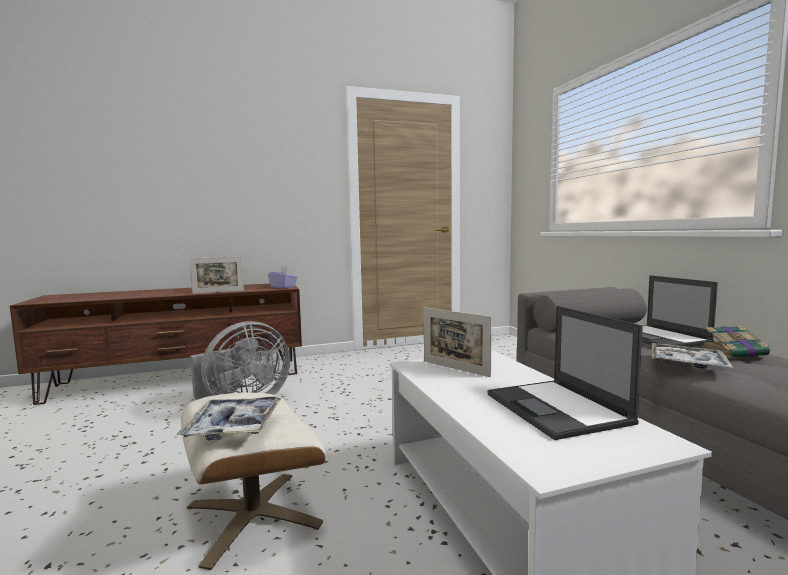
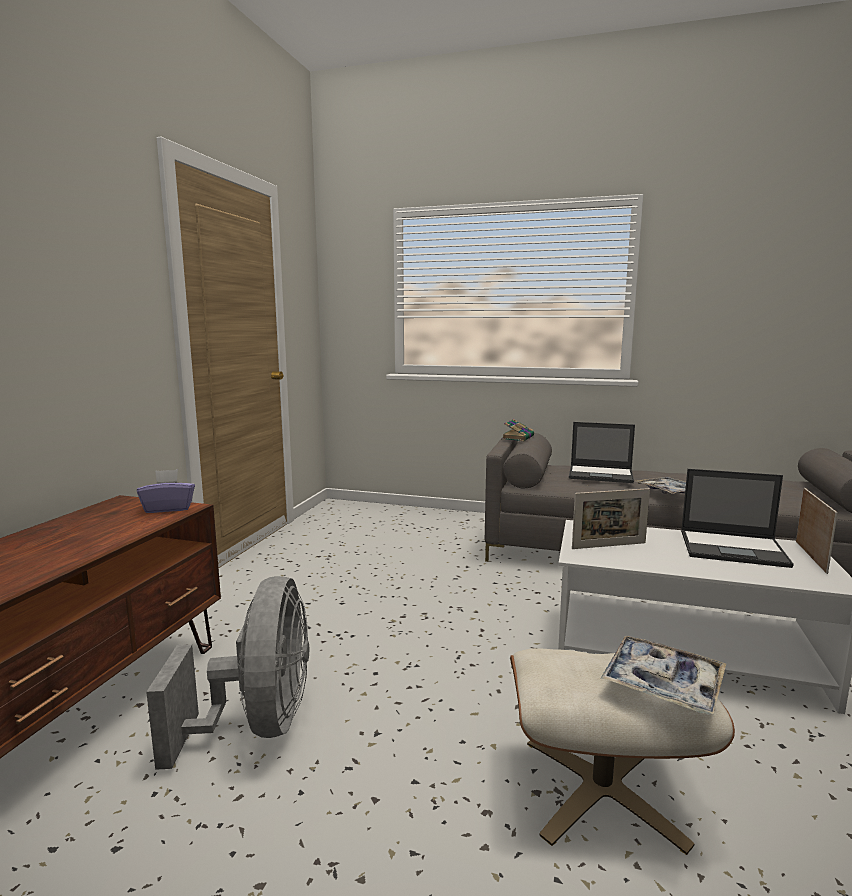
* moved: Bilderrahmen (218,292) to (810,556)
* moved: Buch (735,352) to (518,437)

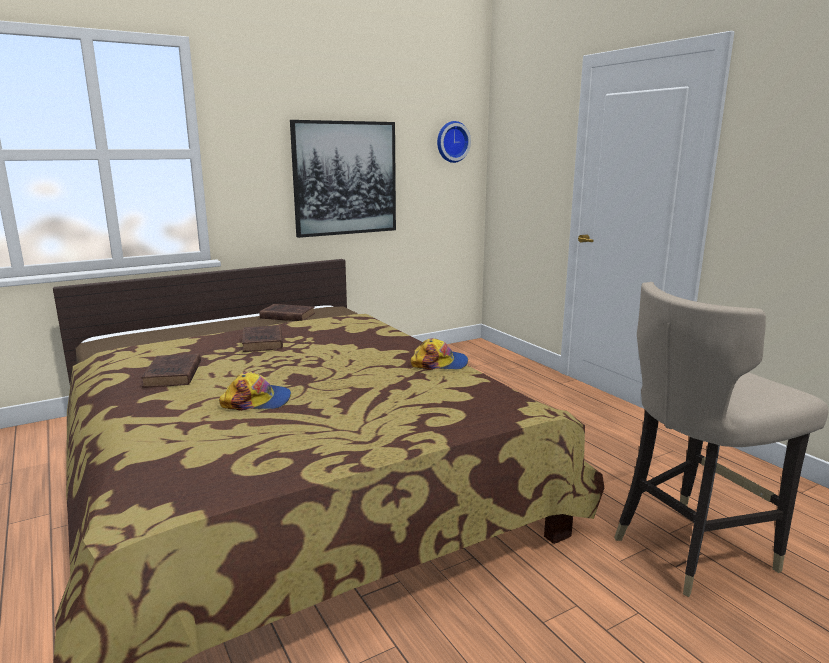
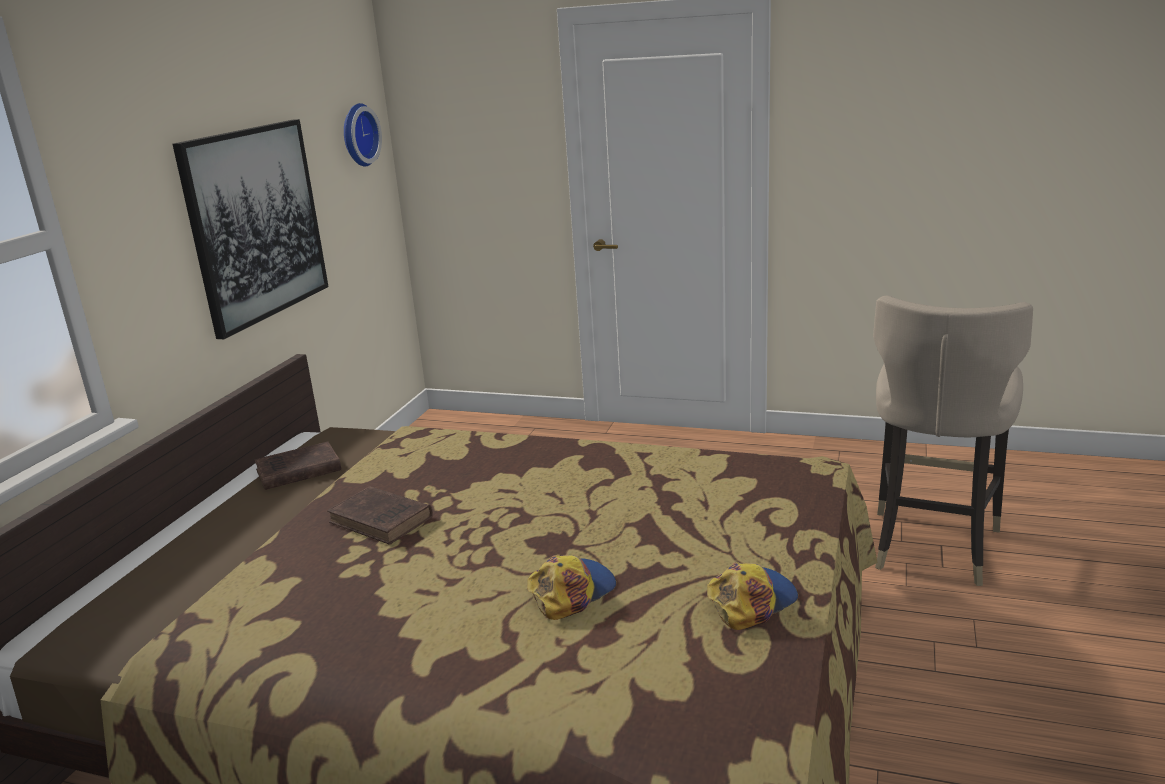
* removed: Buch/braun (172,375)
* moved: Kappe (440,363) to (751,601)

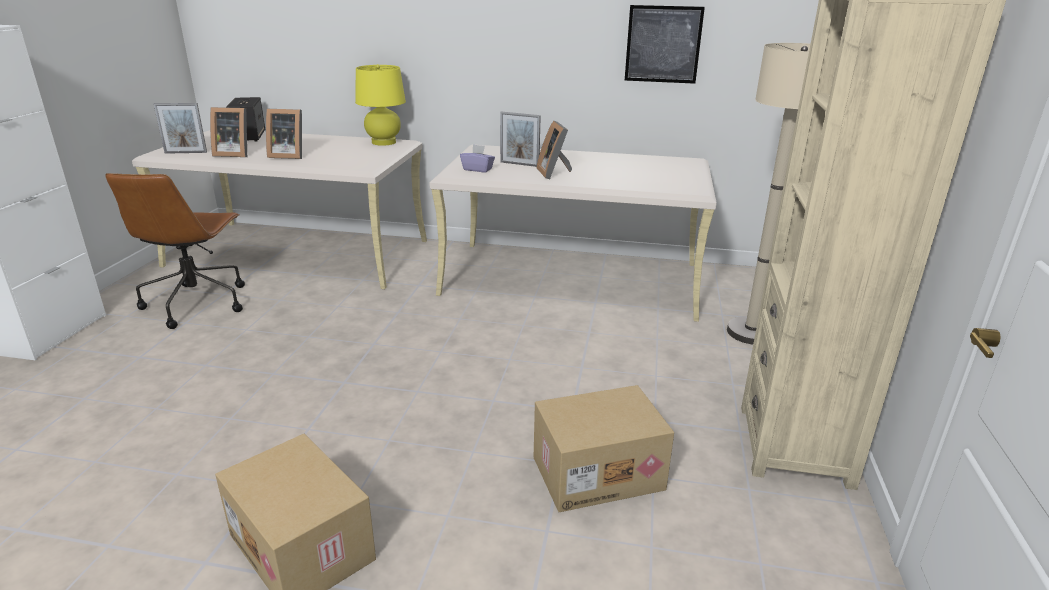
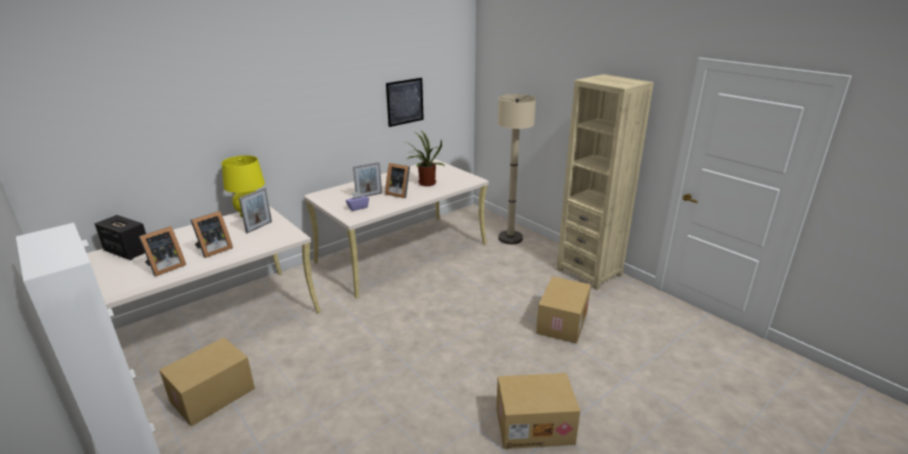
* replaced: Bürostuhl/braun (197,303) to Karton (213,396)
* moved: Bilderrahmen (186,152) to (259,227)
* added: Topfpflanze (425,184)

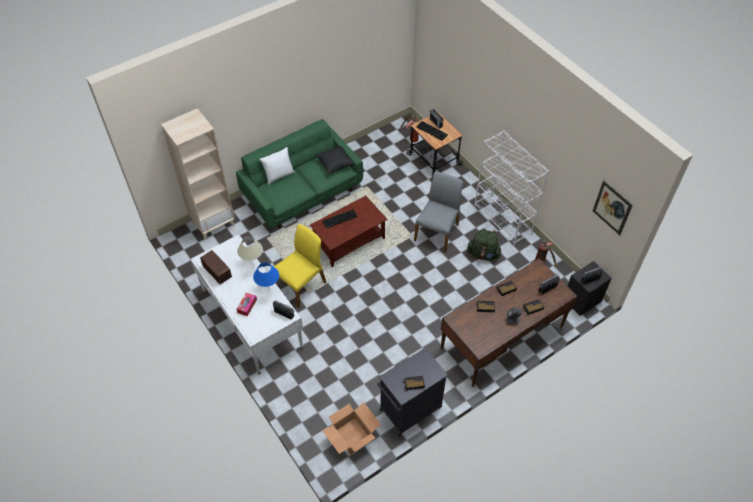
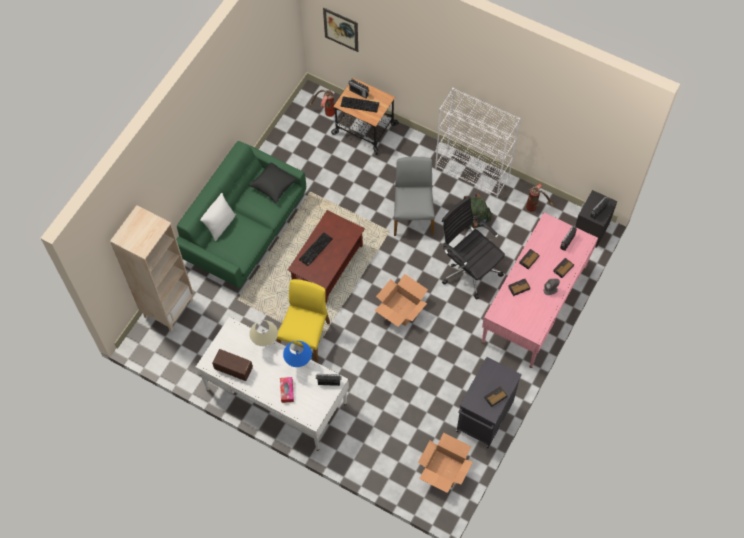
* recoloured: Schreibtisch/braun (502,338) to Schreibtisch/rosa (534,304)
* moved: Bild (612,208) to (341,29)
* added: Karton (401,309)
* added: Bürostuhl/schwarz (469,269)

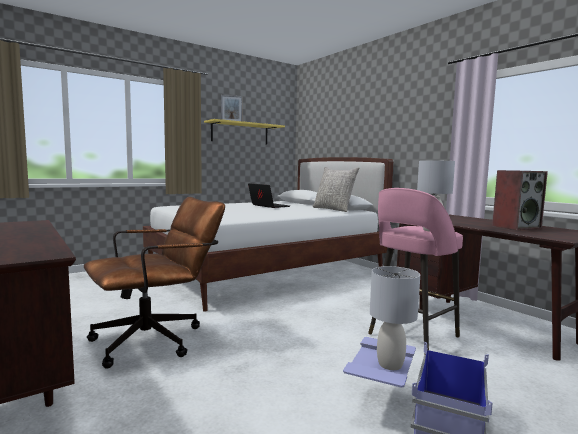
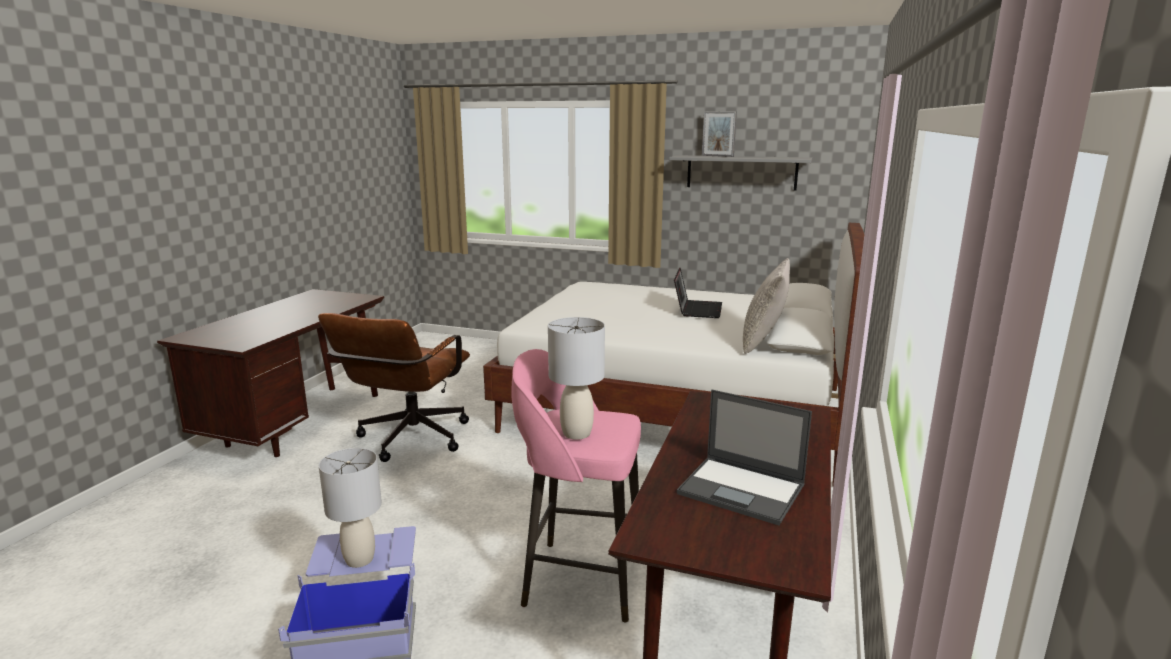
* turned: Bürostuhl/braun (157,339) = (408,441) 90 degrees clockwise
* recoloured: Wandregal/gelb (240,133) to Wandregal/grau (741,172)
* replaced: Lautsprecher (516,227) to Laptop (742,490)

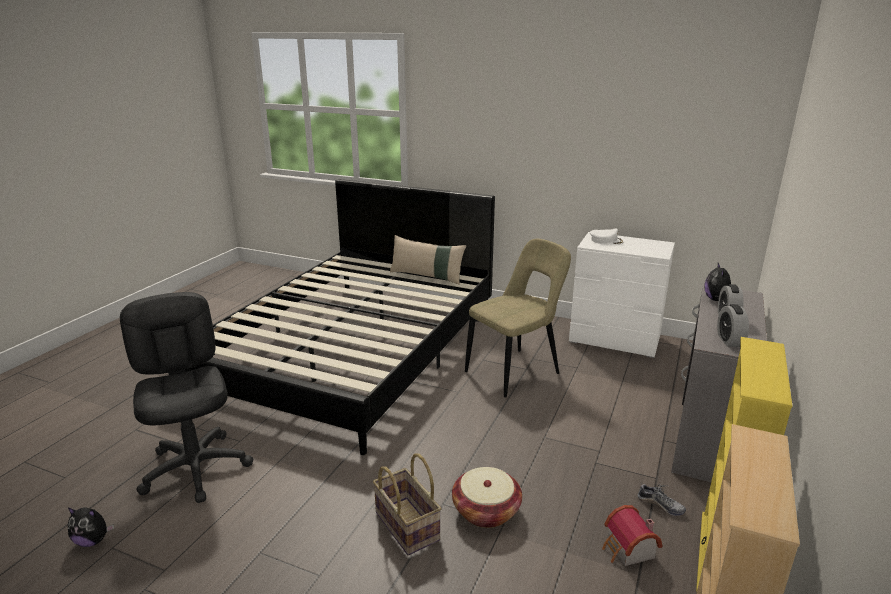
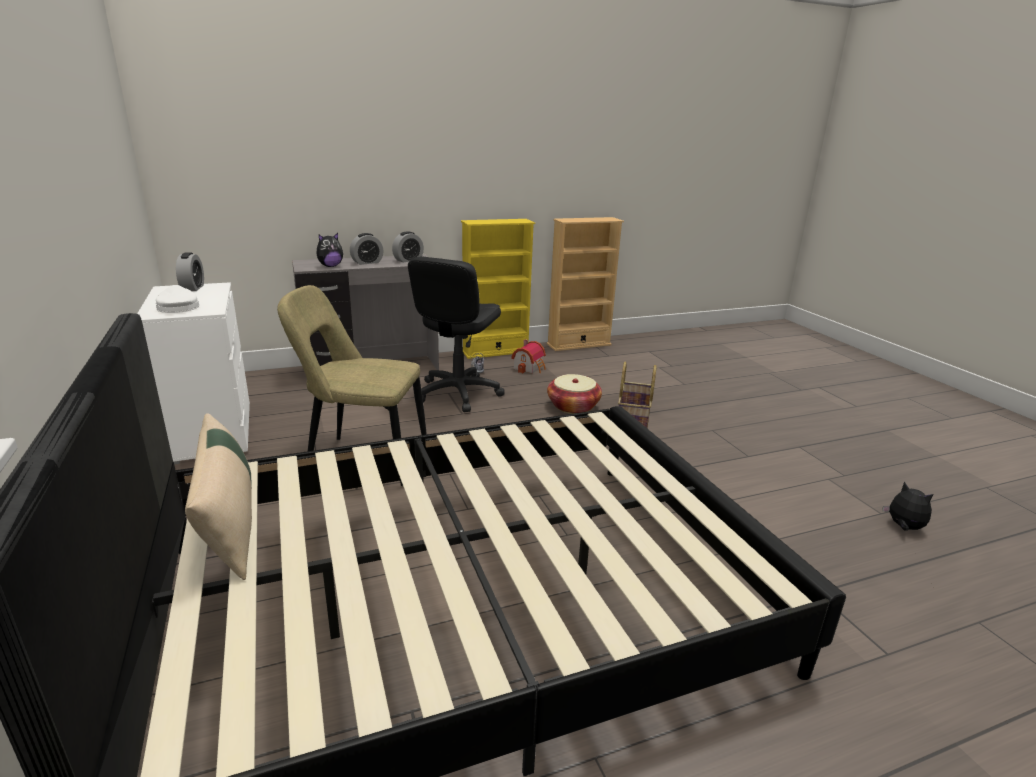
* moved: Bürostuhl/schwarz (196,468) to (457,393)
* added: Wecker (193,288)

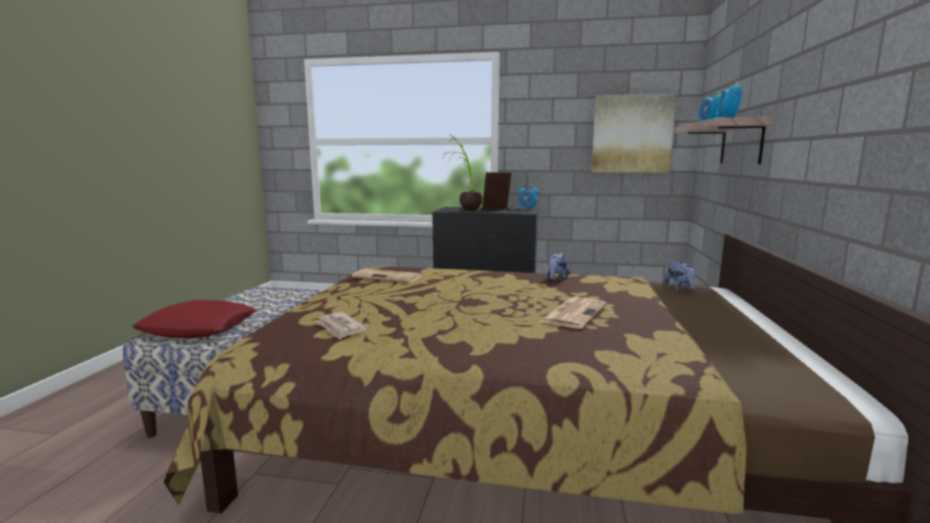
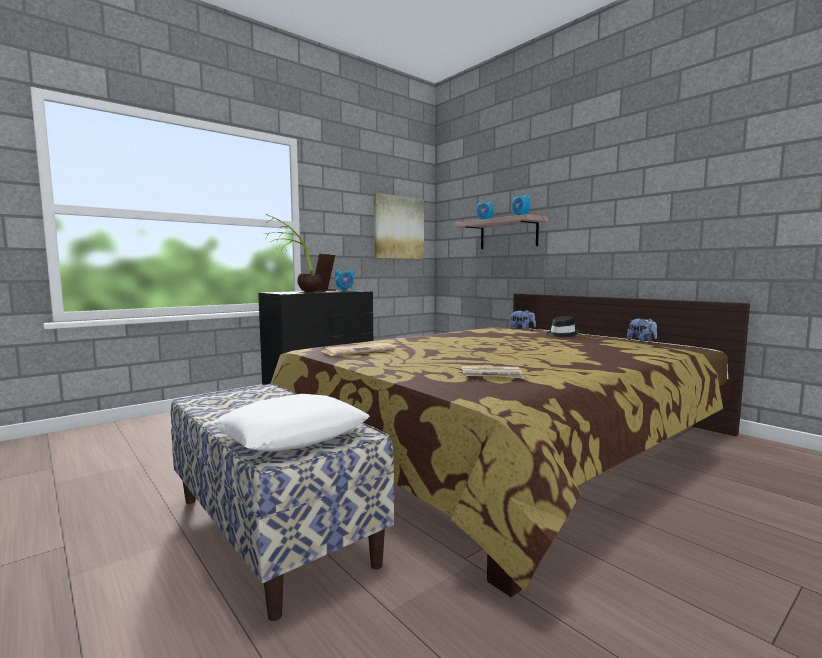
* recoloured: Kissen/rot (198,328) to Kissen/weiß (293,434)
* removed: Zeitung (574,313)
* moved: Plüschtier (556,279) to (641,341)
* added: Hut/schwarz (561,334)

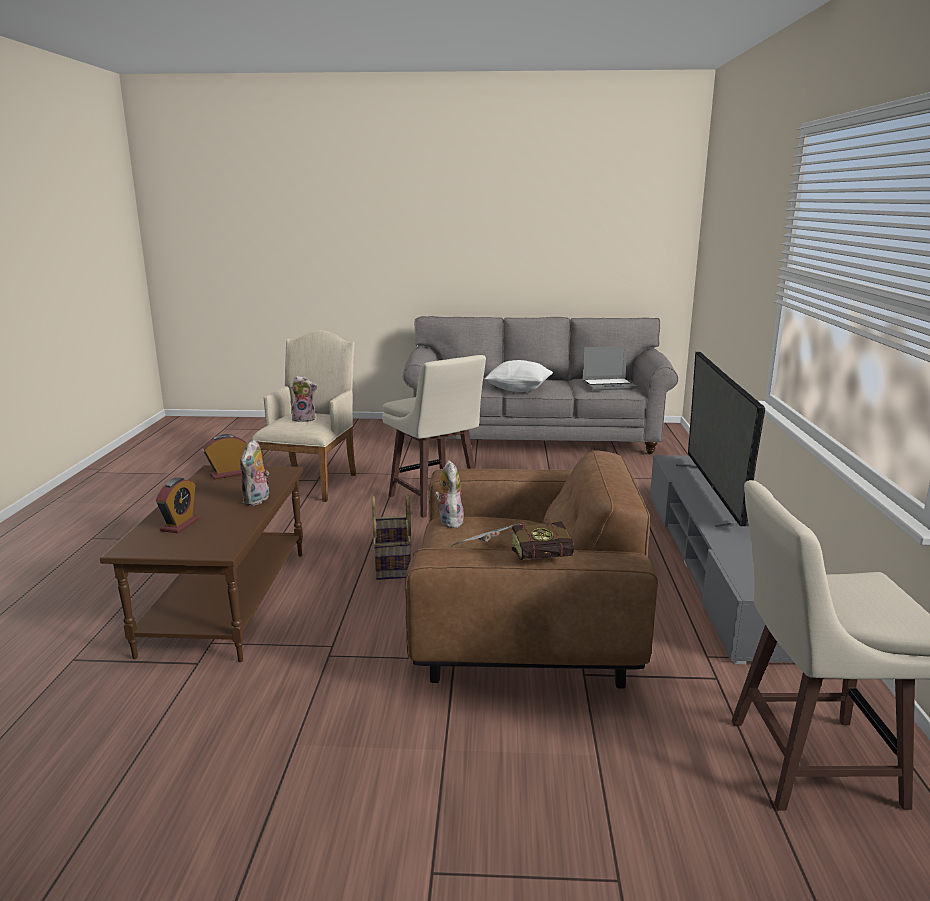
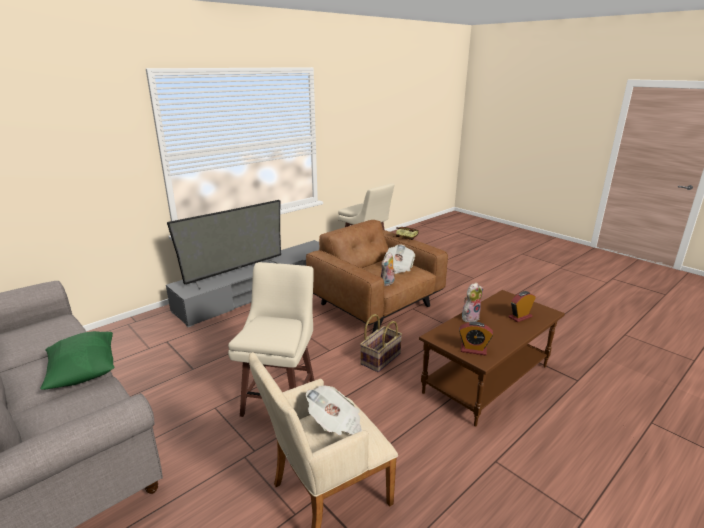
* replaced: Plüschtier (305,419) to Zeitung (336,423)
* recoloured: Kissen/weiß (518,390) to Kissen/grün (84,373)
* removed: Laptop (609,385)

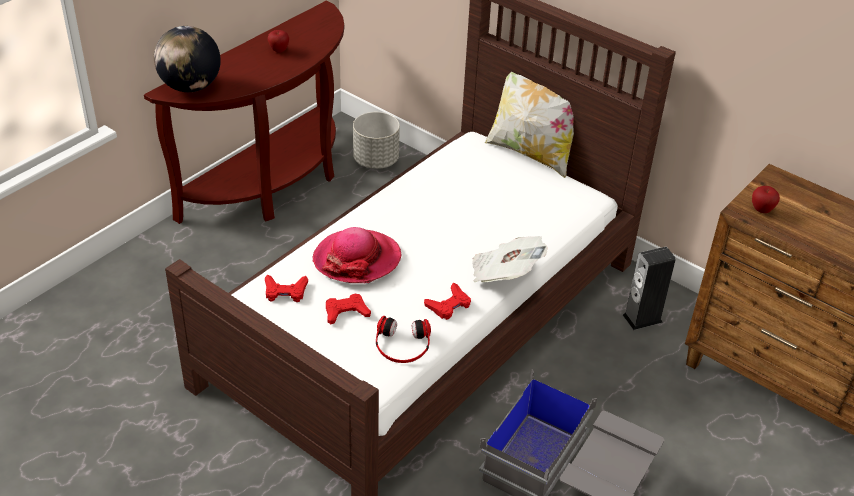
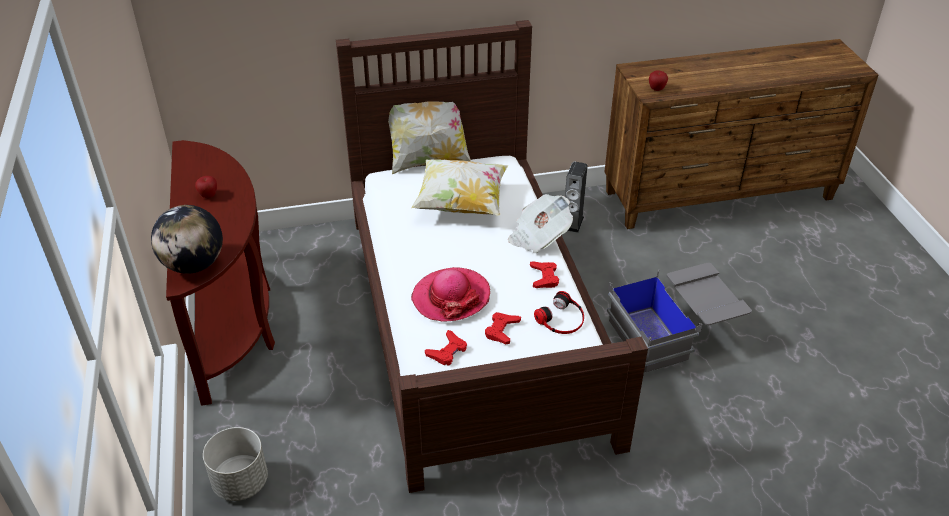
* moved: Pflanzkübel/grau (375,160) to (240,482)
* added: Kissen (461,203)

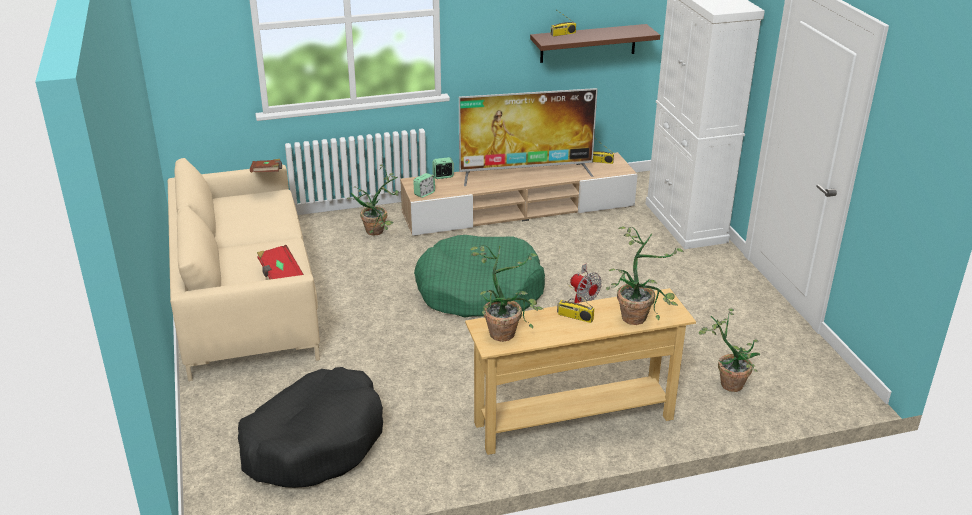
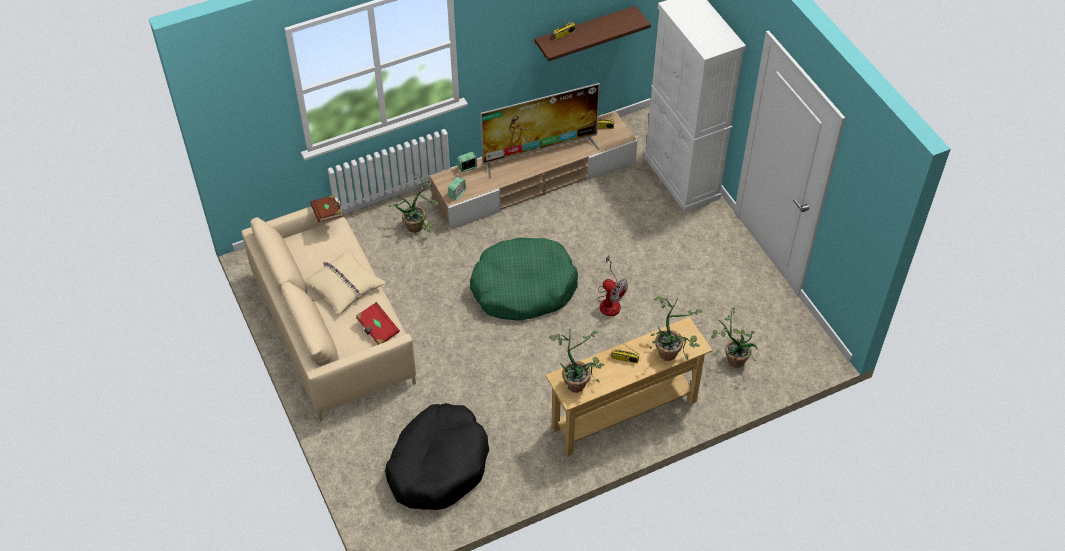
* added: Kissen/beige (345,286)

